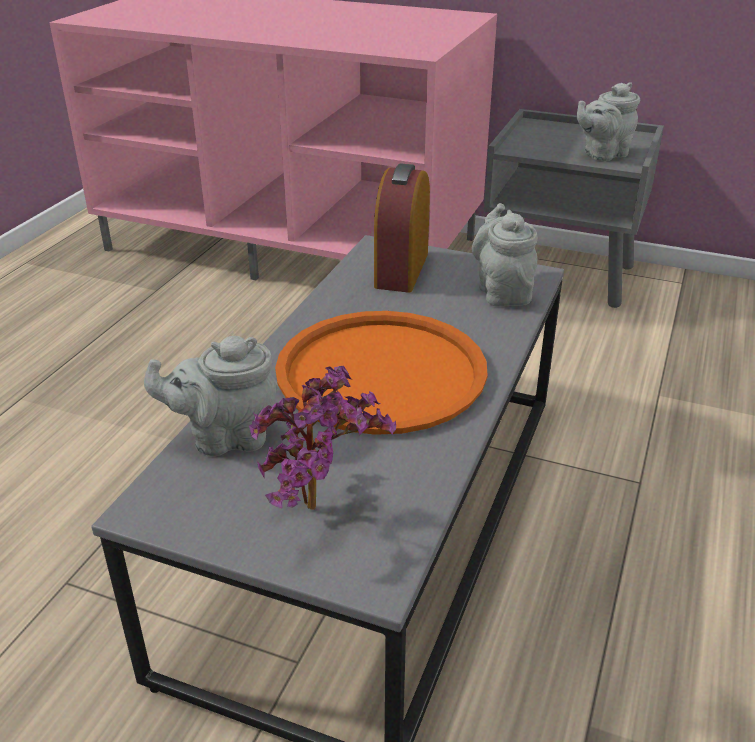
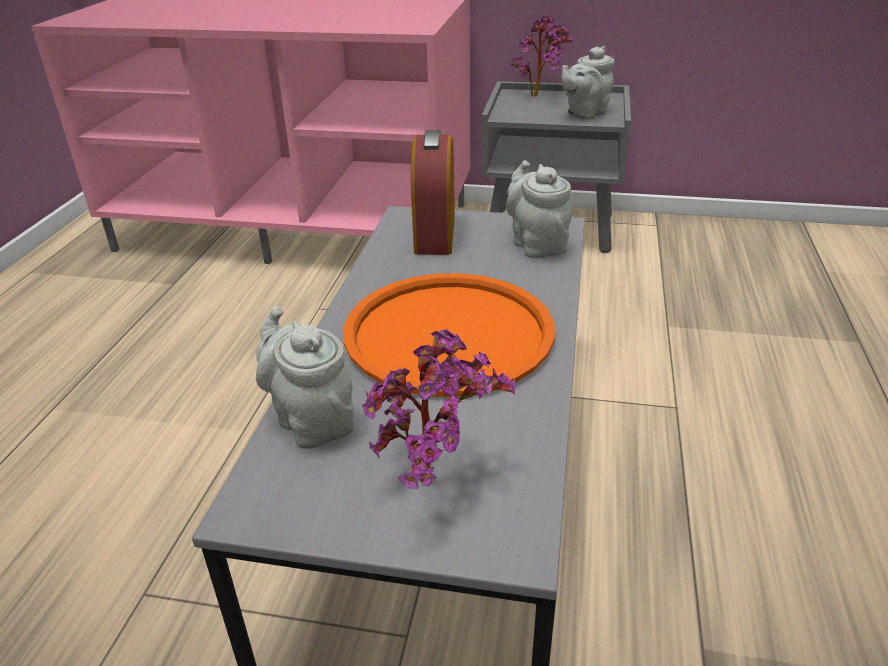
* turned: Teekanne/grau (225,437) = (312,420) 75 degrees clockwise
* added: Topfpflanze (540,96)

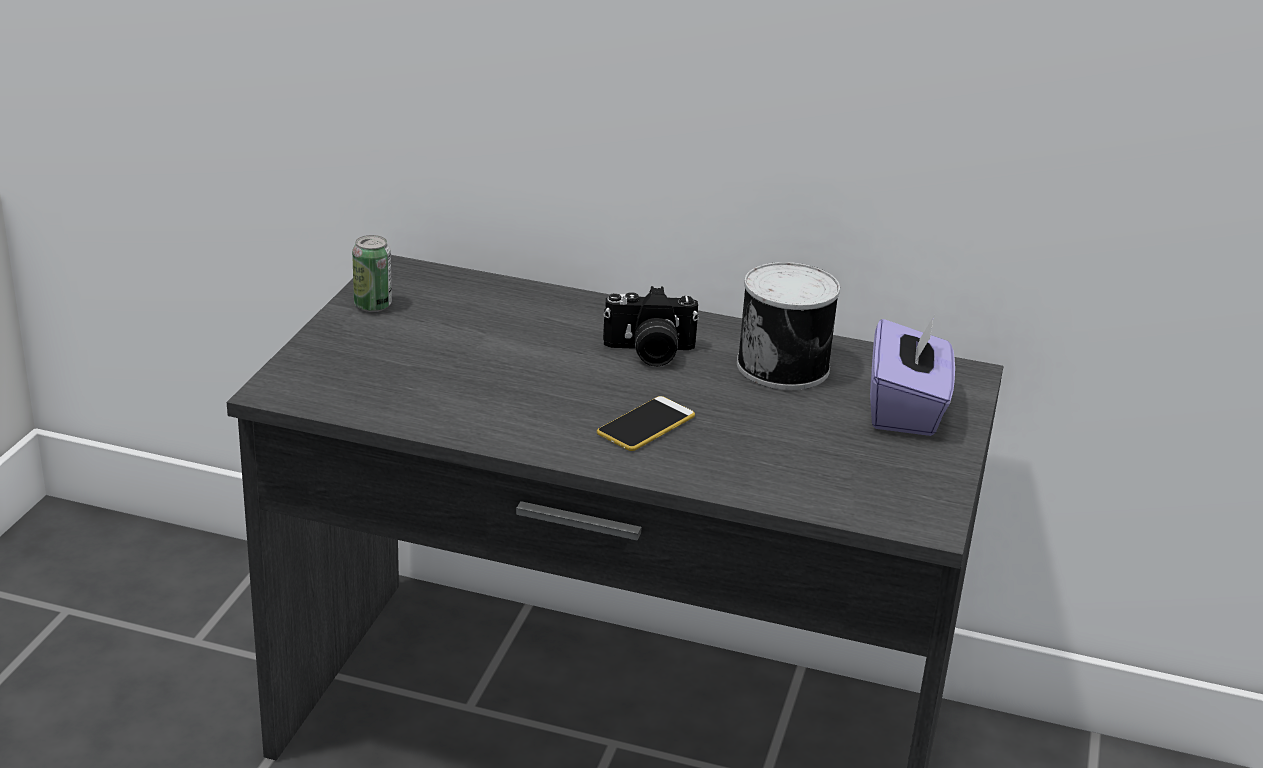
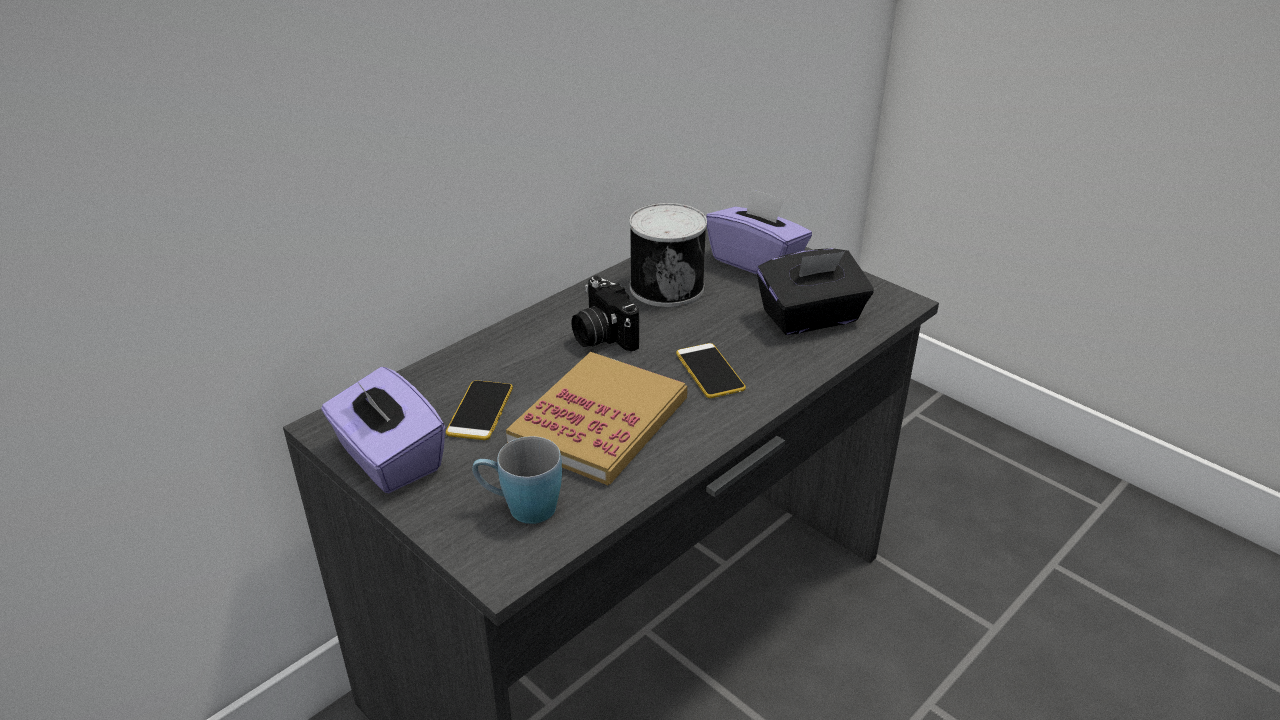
* replaced: Dose (373,305) to Taschentuchbox/lila (388,459)
* turned: Kamera (649,352) = (601,336) 120 degrees clockwise
* added: Handy (480,411)
* added: Henkelbecher/blau (520,507)
* added: Buch (599,422)
* added: Taschentuchbox/schwarz (811,318)

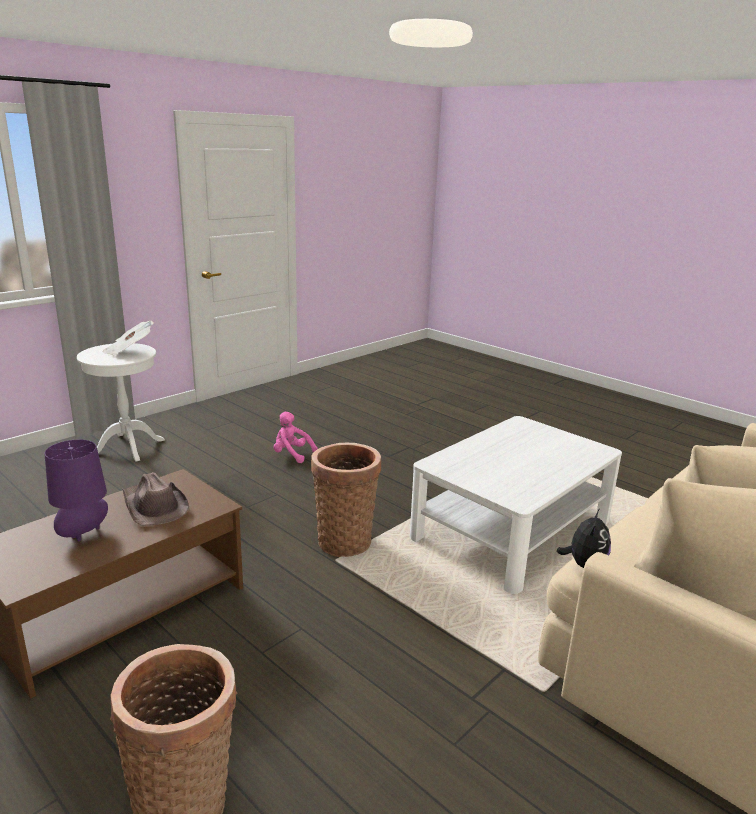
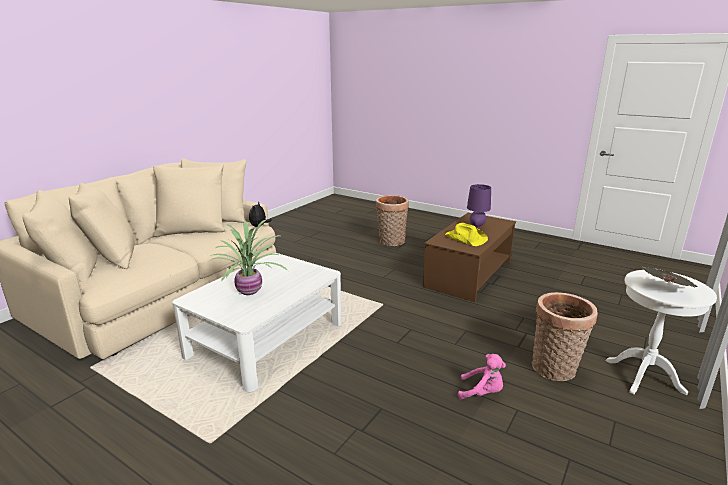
* recoloured: Hut/braun (154,506) to Hut/gelb (465,238)
* moved: Korb (345,540) to (555,370)
* added: Topfpflanze (250,292)

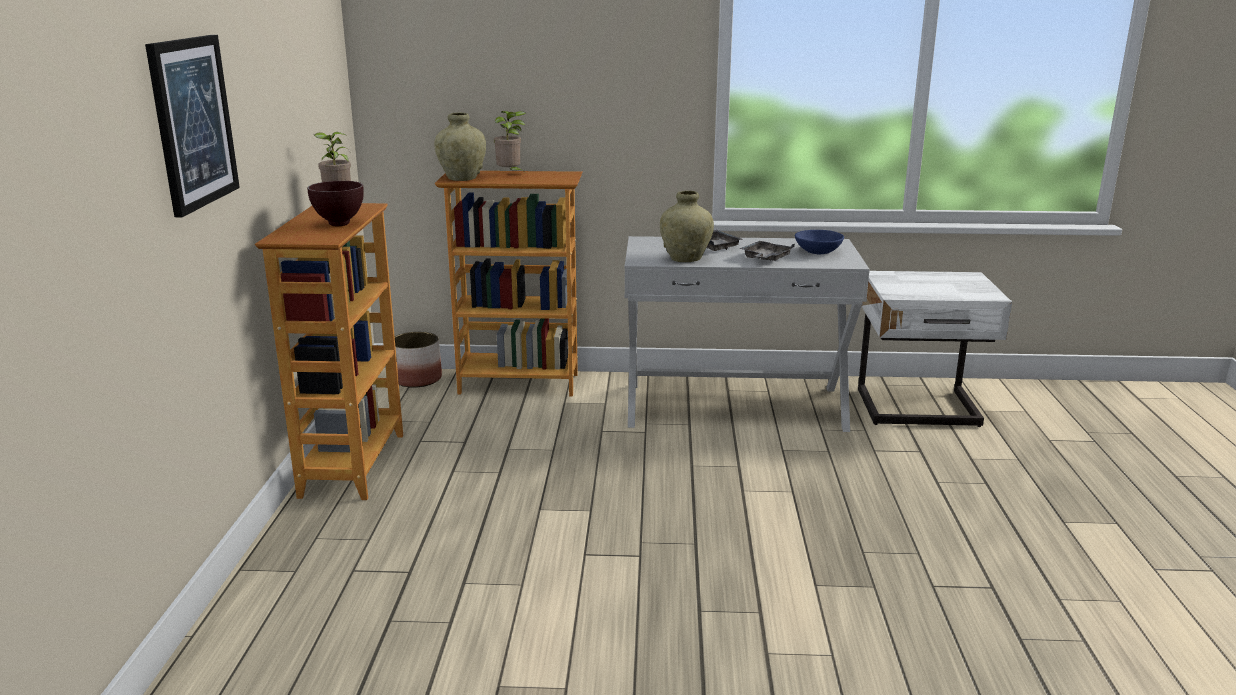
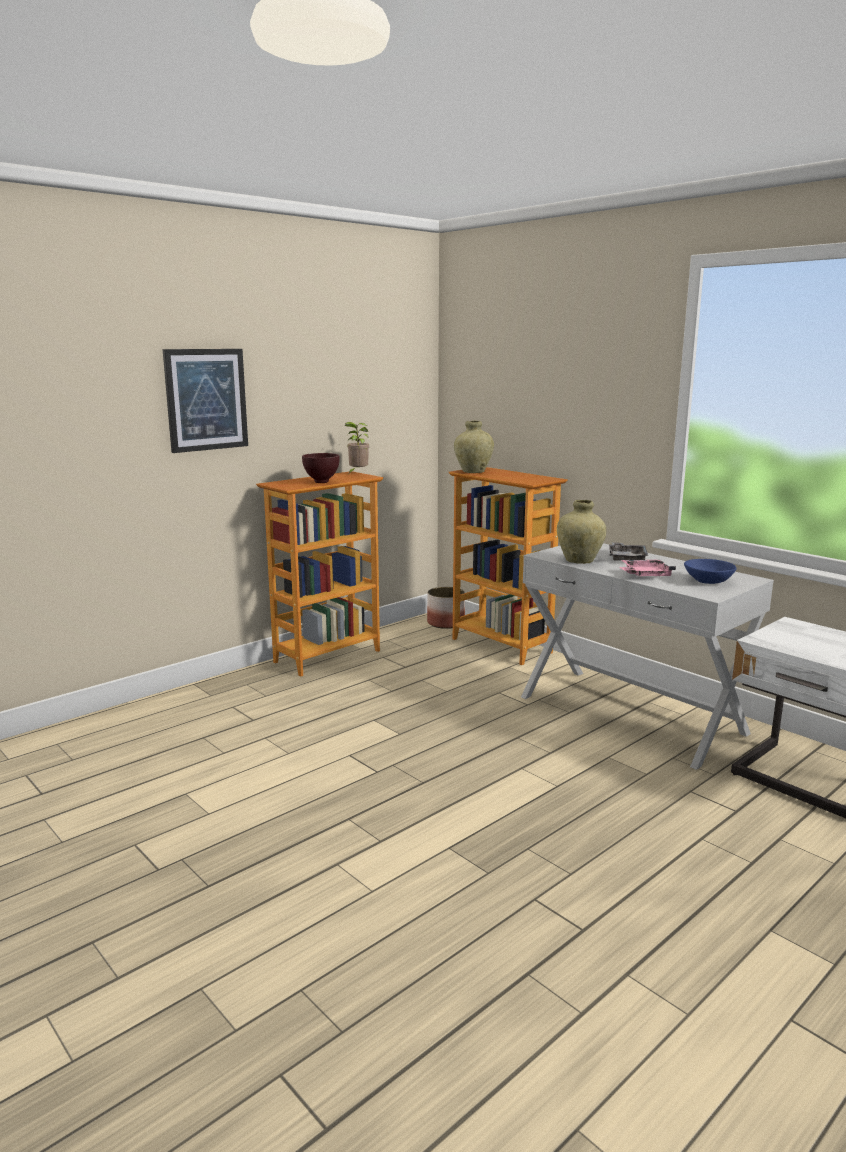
* removed: Topfpflanze (510,174)
* recoloured: Tablett/grau (765,259) to Tablett/rosa (644,575)

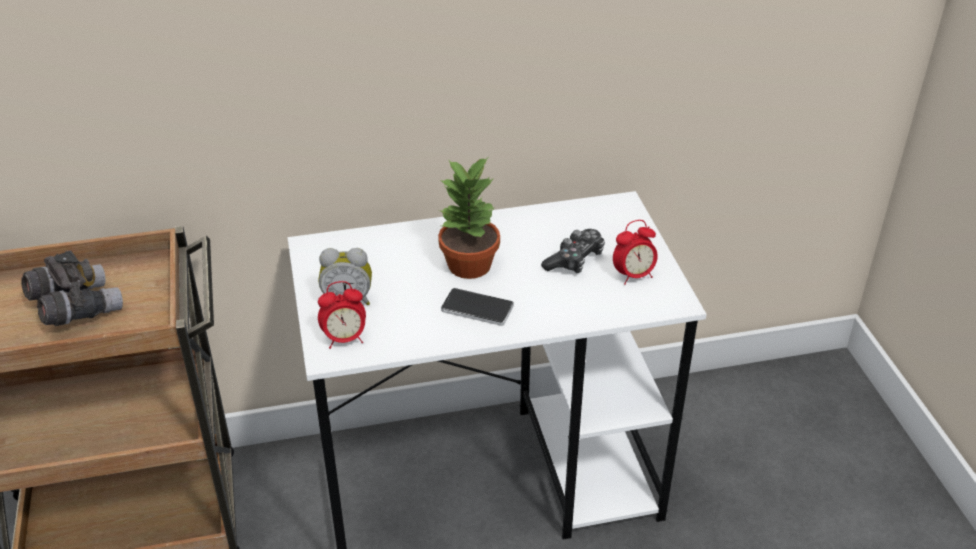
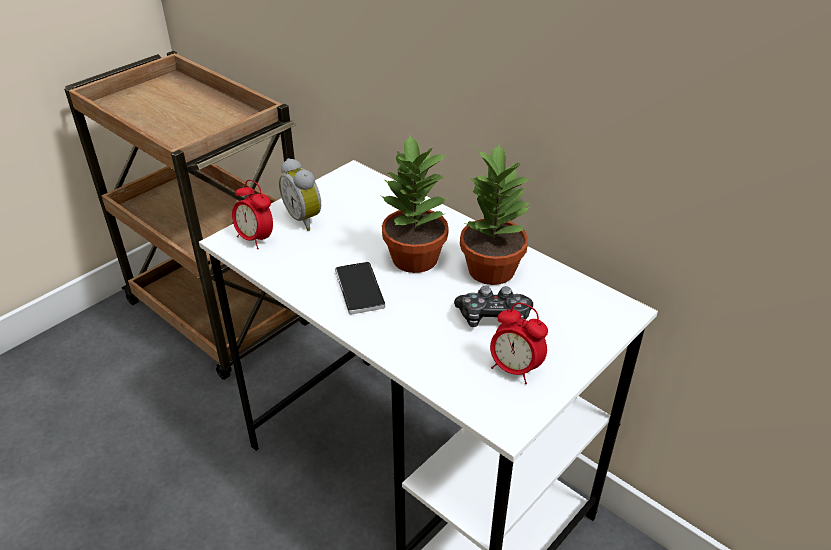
* removed: Fernglas/grau (76,308)
* added: Topfpflanze (490,269)

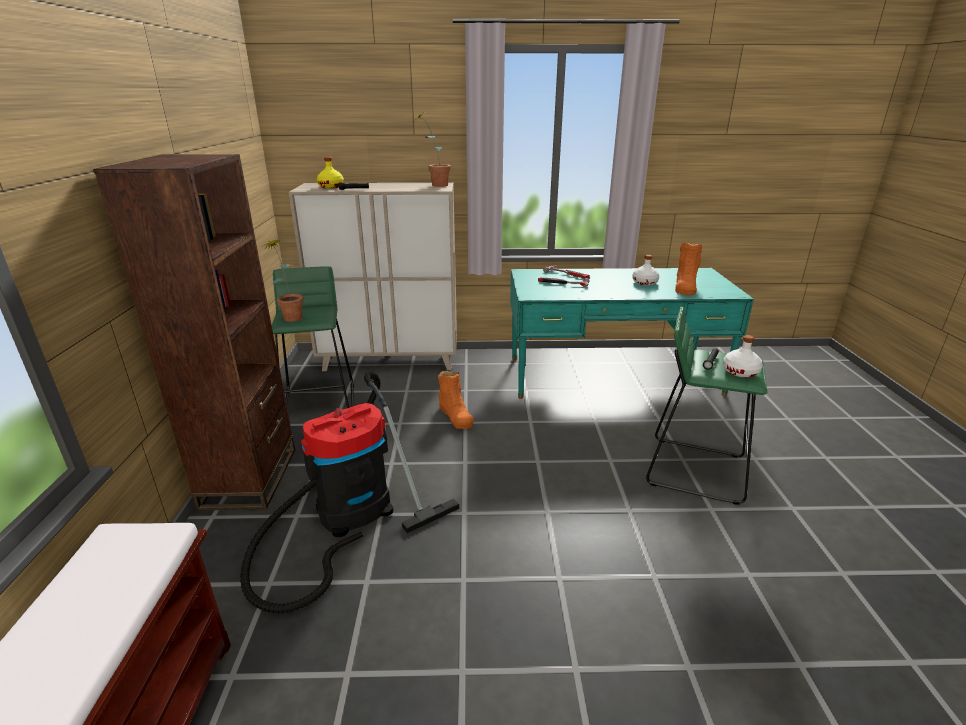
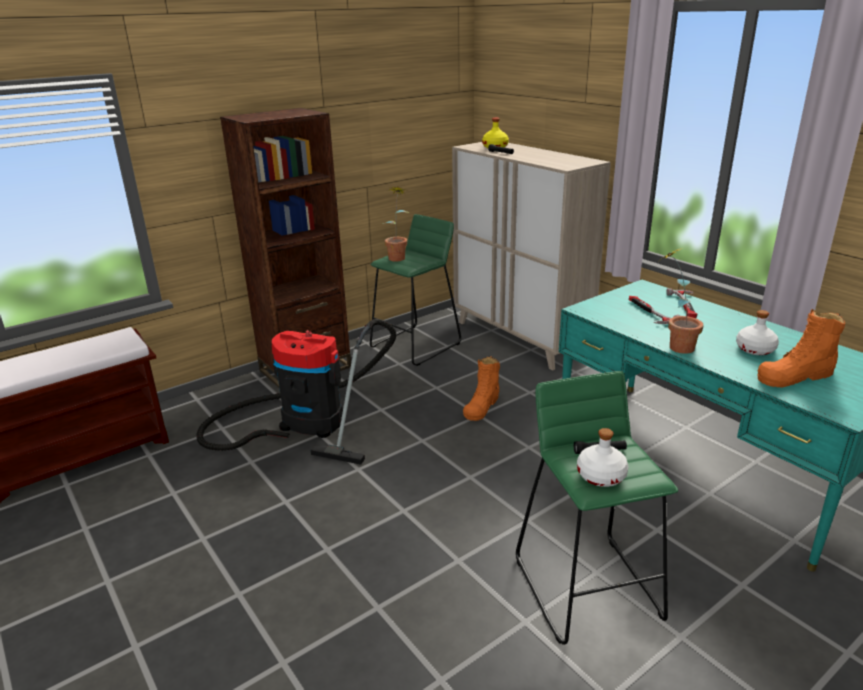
* moved: Topfpflanze (434,185) to (674,345)

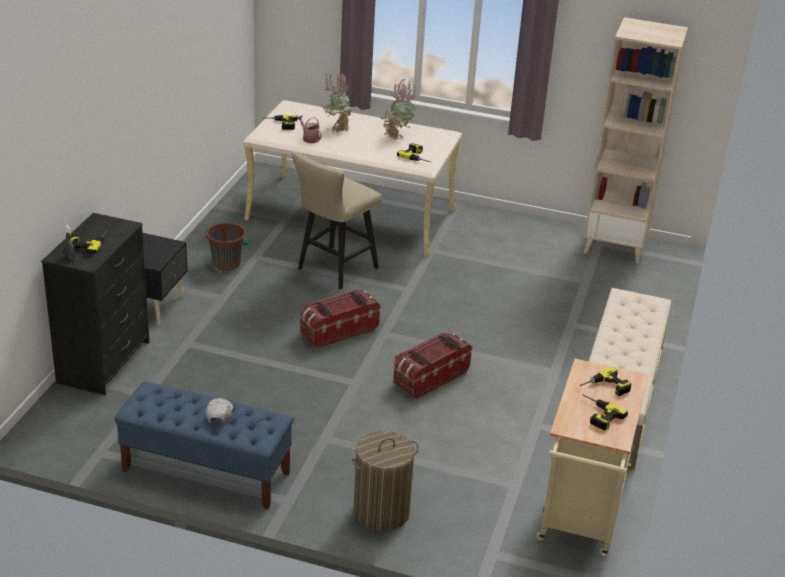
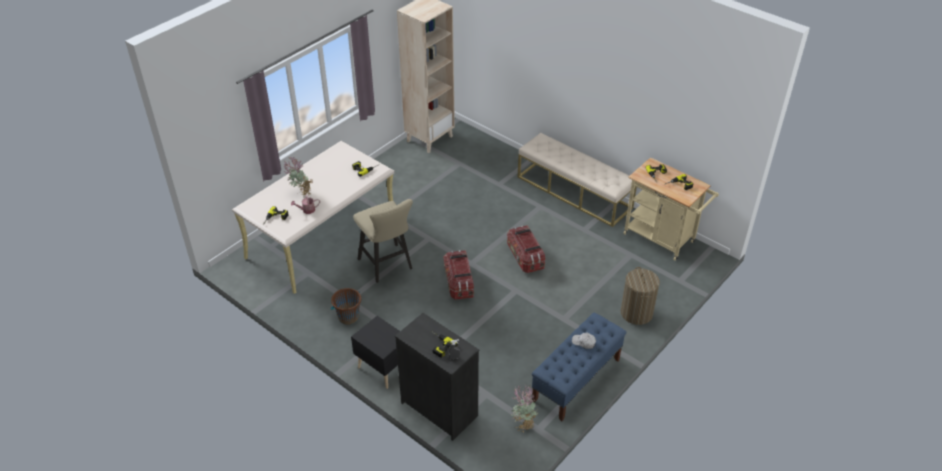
* moved: Topfpflanze (397,135) to (523,423)

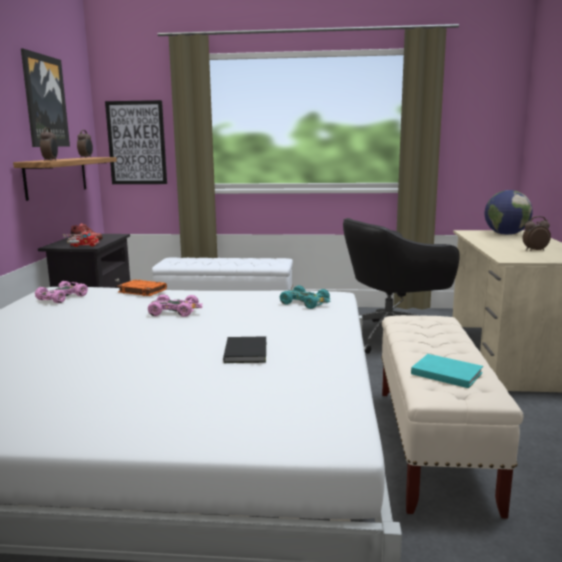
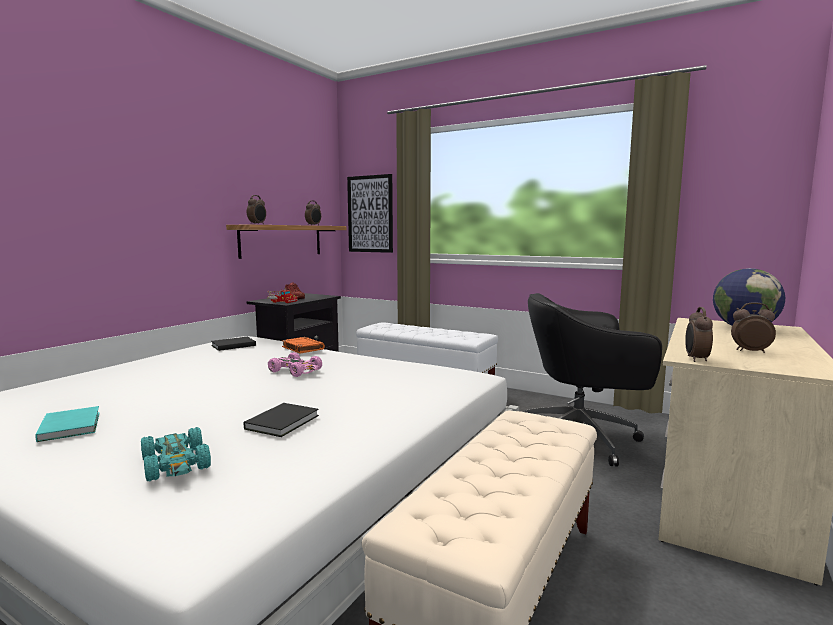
* removed: Bild (44,101)
* replaced: Spielzeugauto/rosa (63,297) to Buch/schwarz (232,345)
* moved: Spielzeugauto/türkis (305,303) to (176,464)
* moved: Buch/türkis (445,372) to (71,425)
* added: Wecker (696,359)

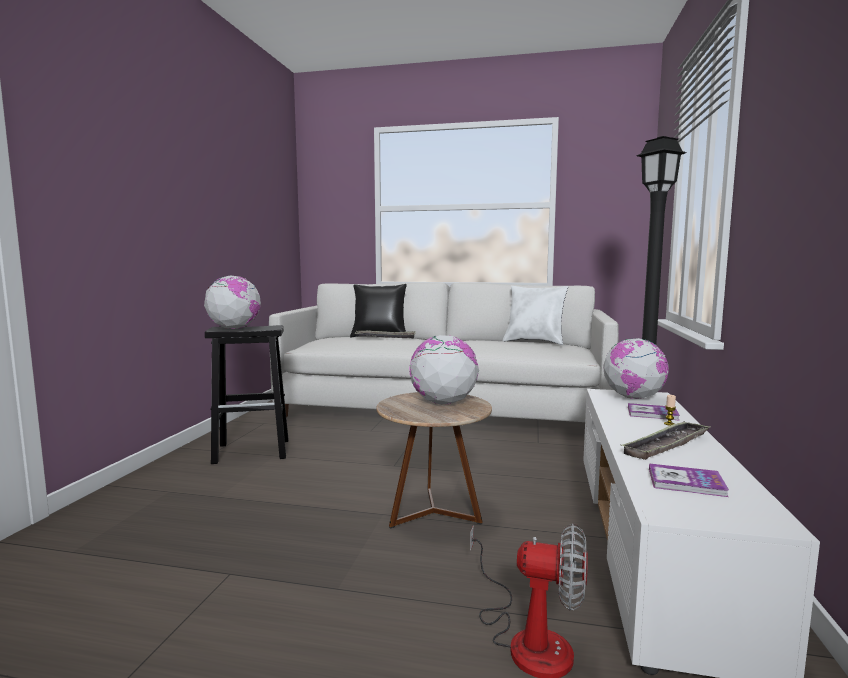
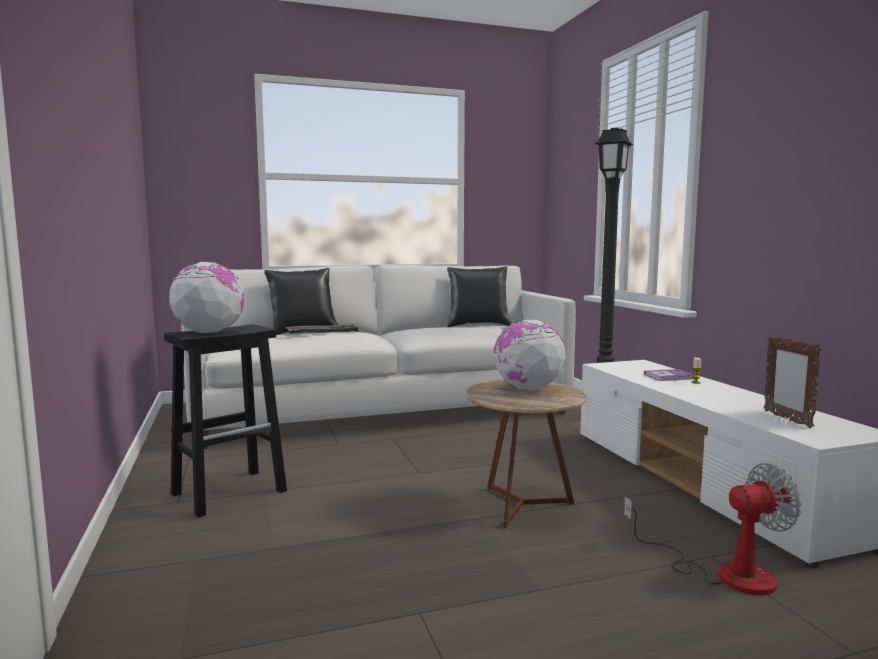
* recoloured: Kissen/weiß (535,342) to Kissen/schwarz (478,325)
* removed: Globus (633,398)
* removed: Tablett (666,445)
* replaced: Buch (686,482) to Bilderrahmen (787,419)

